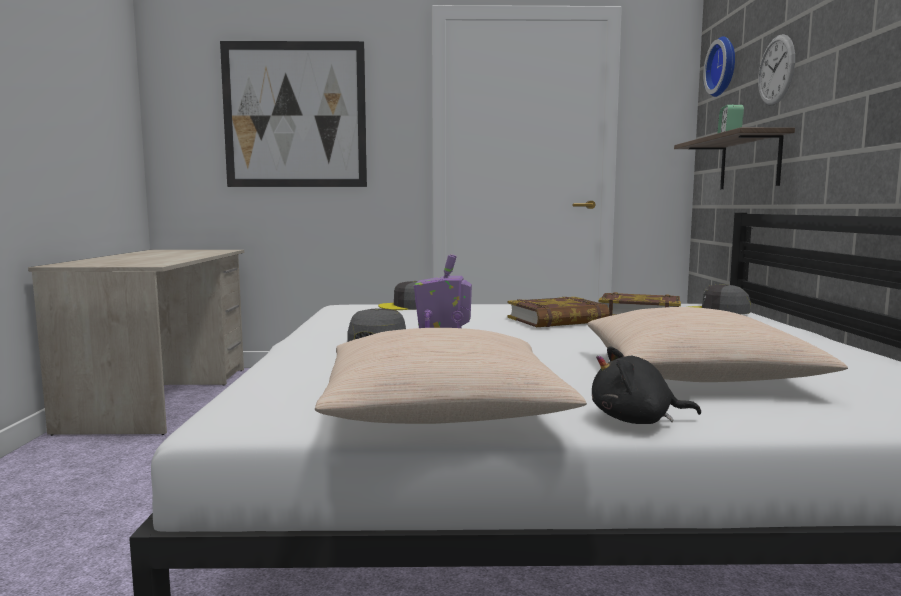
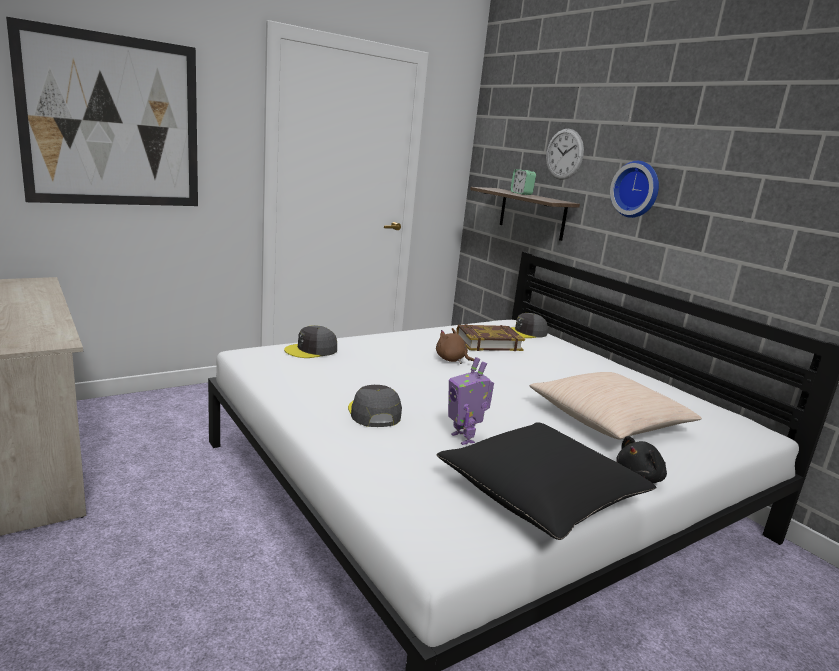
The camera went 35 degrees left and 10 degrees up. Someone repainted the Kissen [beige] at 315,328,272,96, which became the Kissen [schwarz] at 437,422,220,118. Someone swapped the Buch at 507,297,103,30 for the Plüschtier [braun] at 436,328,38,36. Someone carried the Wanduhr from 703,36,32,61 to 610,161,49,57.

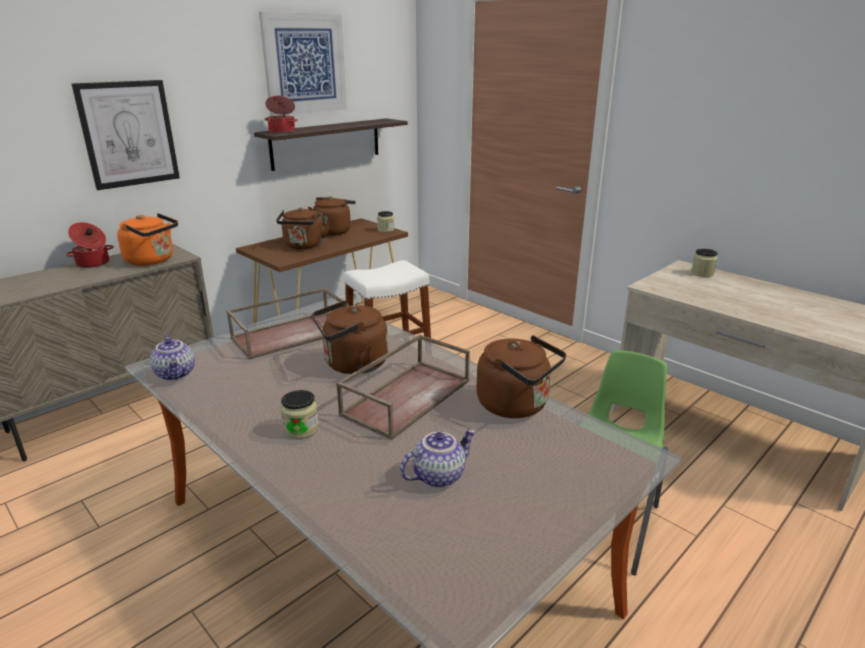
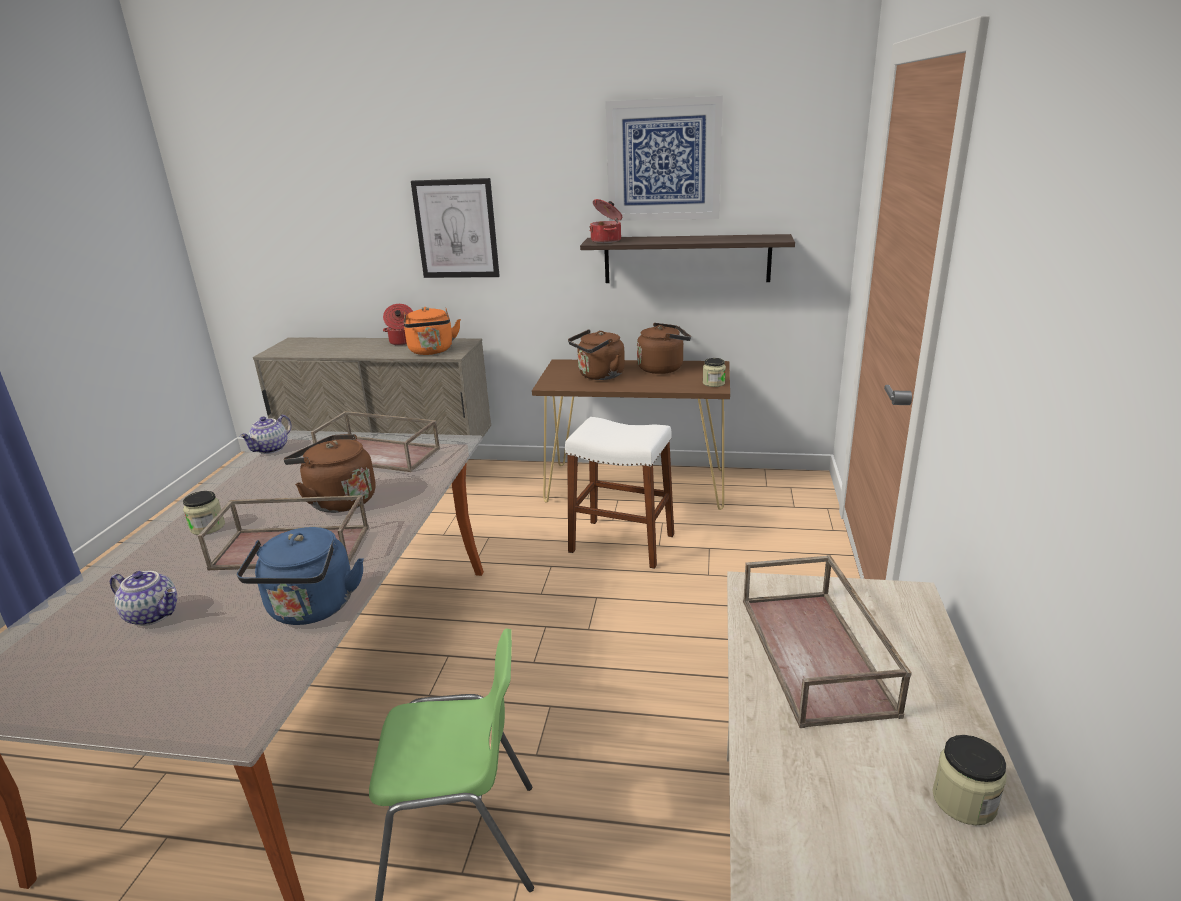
The camera went 55 degrees right and 0 degrees up. Someone repainted the Wasserkessel [braun] at 476,335,90,83, which became the Wasserkessel [blau] at 237,527,127,98. Someone carried the Vorratsglas from 691,248,27,29 to 932,735,75,90. Someone put down the Tablett [braun] at 743,555,169,173.

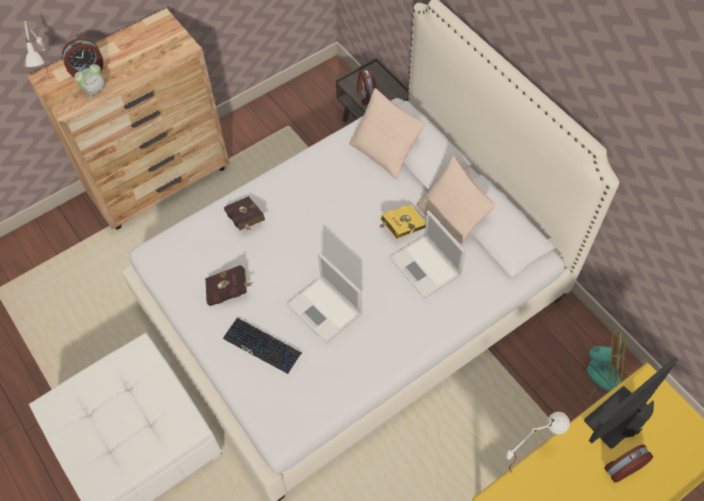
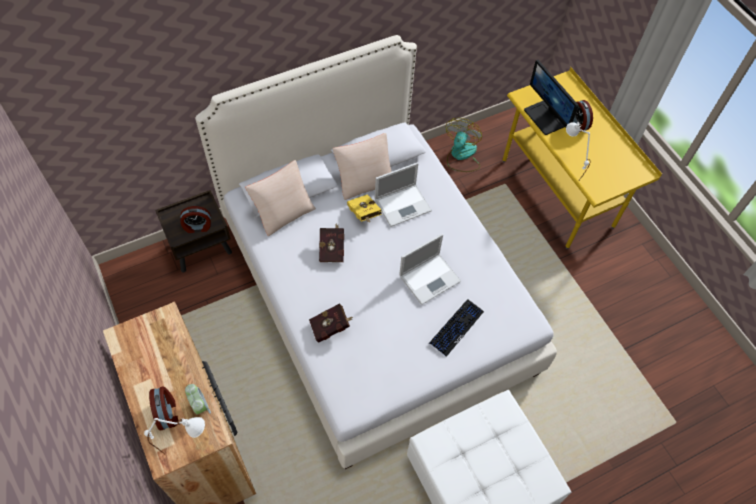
The camera went 85 degrees left and 0 degrees up. Someone carried the Buch [rot] from 205,265,47,41 to 319,224,25,38.

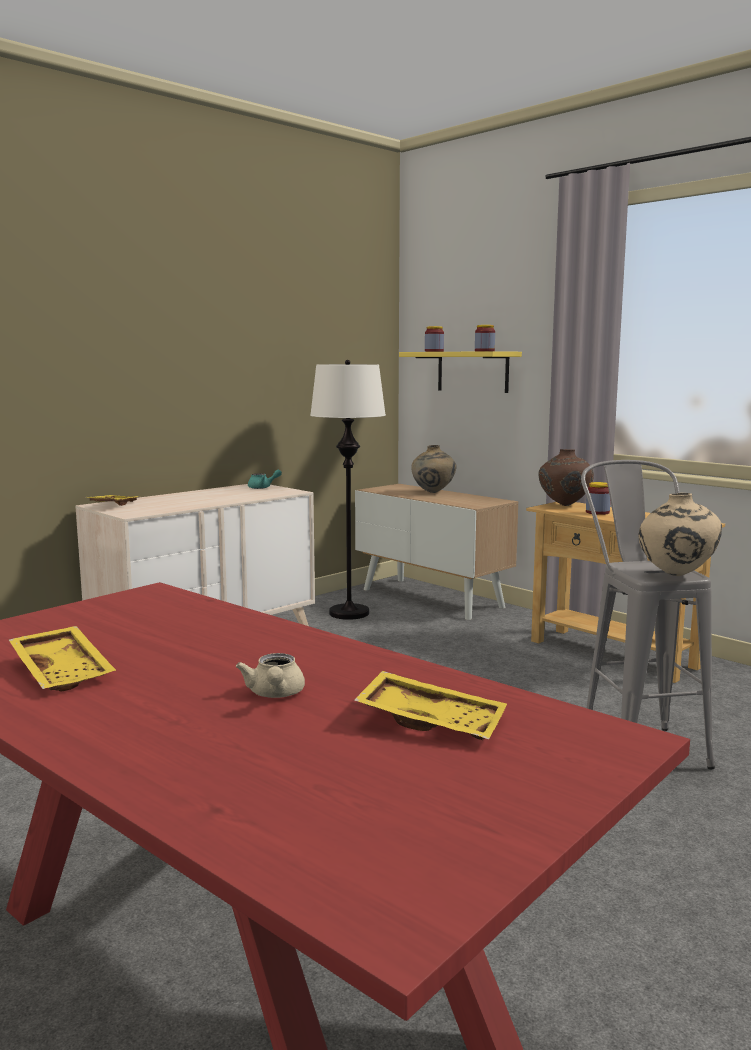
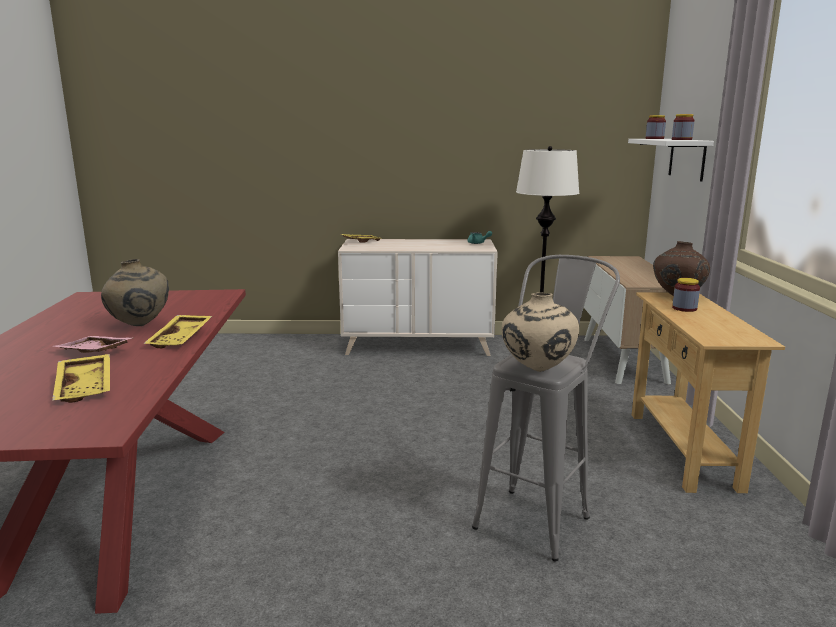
The camera went 45 degrees right and 5 degrees up. Someone carried the Tablett [gelb] from 9,626,107,66 to 143,315,69,33. Someone swapped the Teekanne [beige] at 236,653,69,45 for the Tablett [rosa] at 54,336,78,17. Someone repainted the Wandregal [gelb] at 399,351,123,42, which became the Wandregal [weiß] at 628,139,86,42. Someone carried the Vase [beige] from 411,445,46,48 to 101,259,68,67.

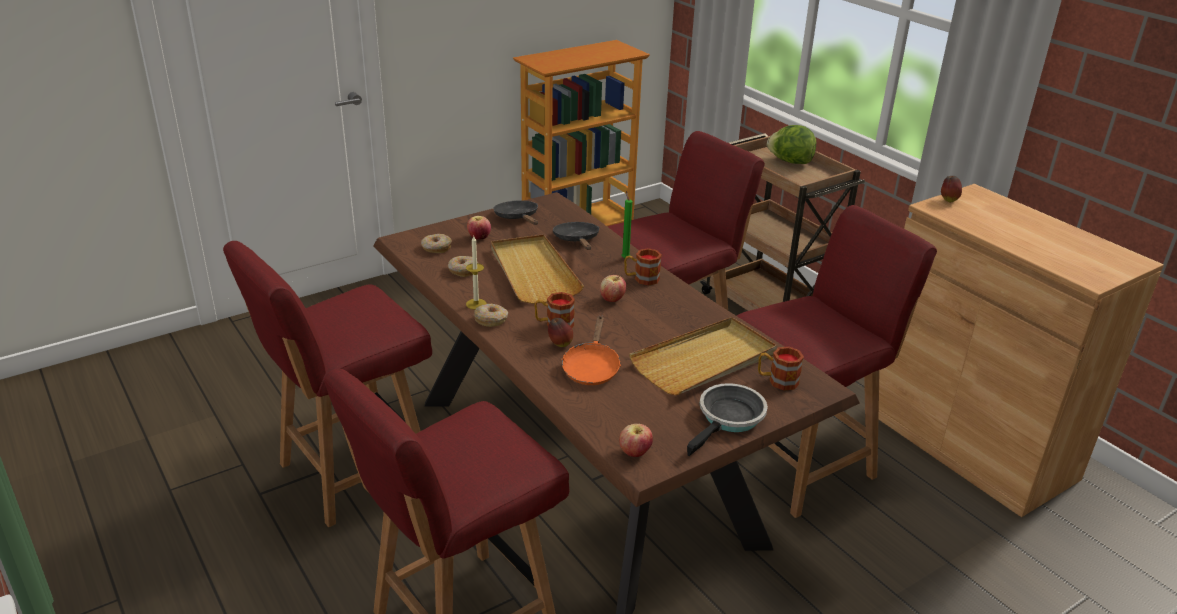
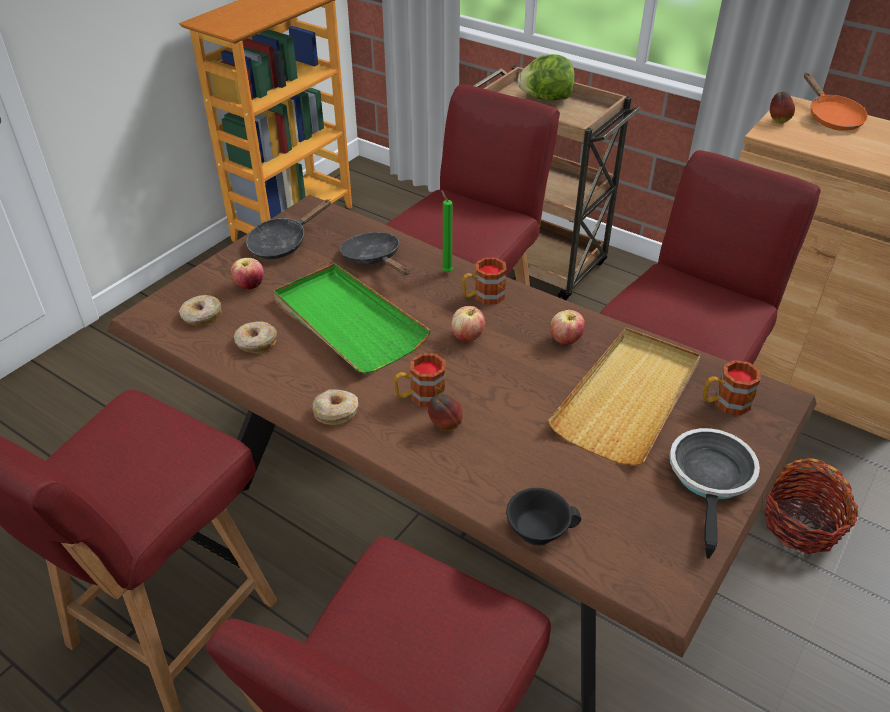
The camera went 20 degrees left and 10 degrees up. Someone took away the Kerze at 466,236,21,74. Someone repainted the Tablett [beige] at 491,234,93,70, which became the Tablett [grün] at 274,263,157,110. Someone rotated the Pfanne [schwarz] at 493,200,45,25 by 90 degrees counterclockwise. Someone carried the Pfanne [orange] from 561,315,60,70 to 804,73,64,58. Someone carried the Apfel from 619,424,34,33 to 550,310,35,35. Someone put down the Tasse [schwarz] at 506,488,75,57. Someone put down the Korb at 764,458,94,96.

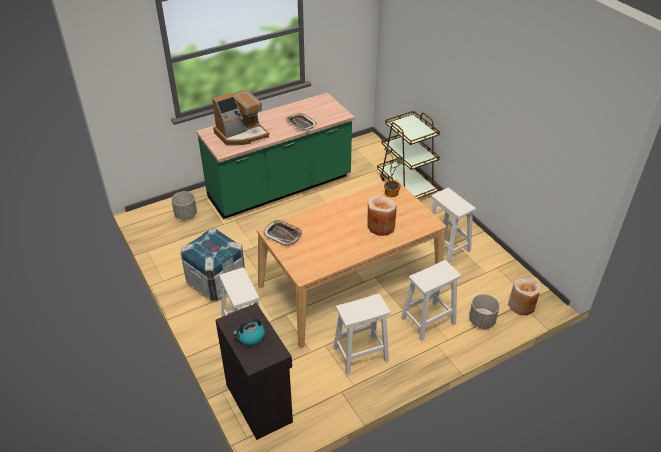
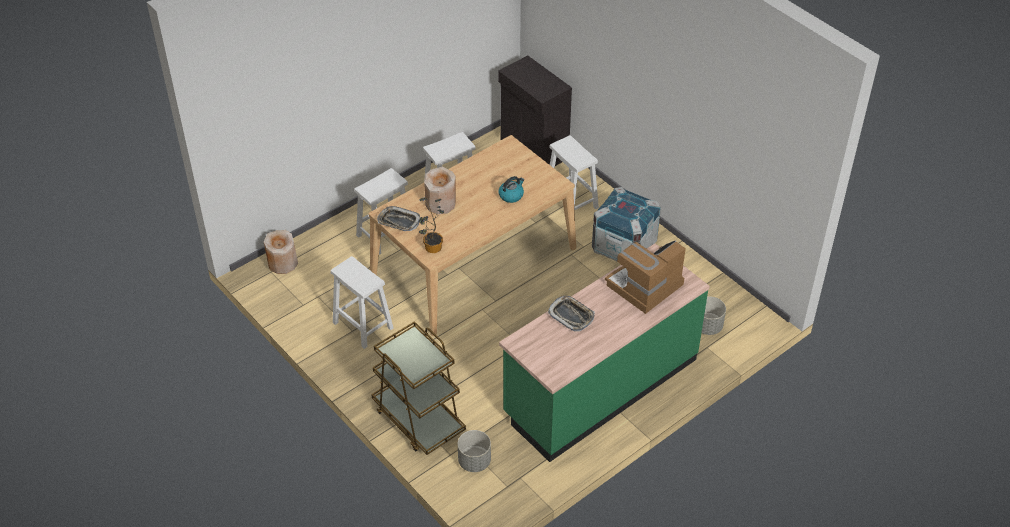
The camera went 170 degrees right and 5 degrees up. Someone carried the Wasserkessel from 233,318,32,28 to 499,176,25,27. Someone carried the Tablett from 263,220,39,26 to 377,206,43,25. Someone carried the Pflanzkübel [grau] from 469,294,31,35 to 458,430,33,42.

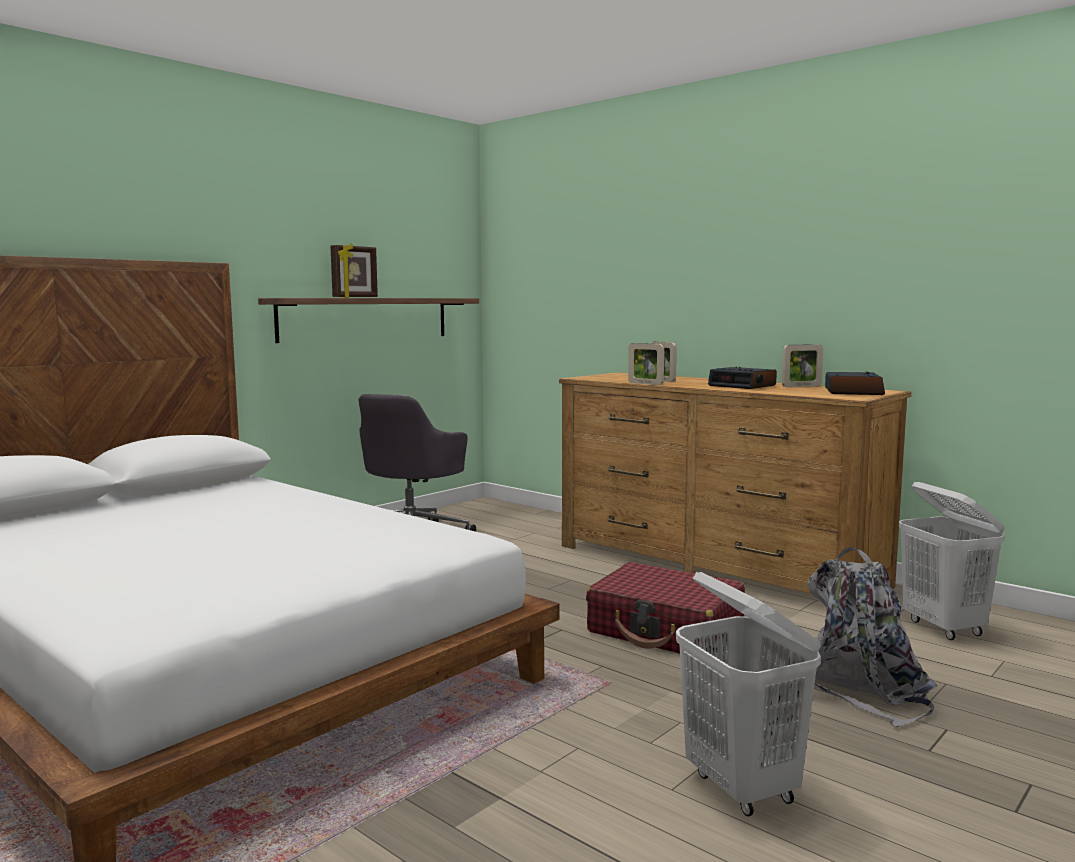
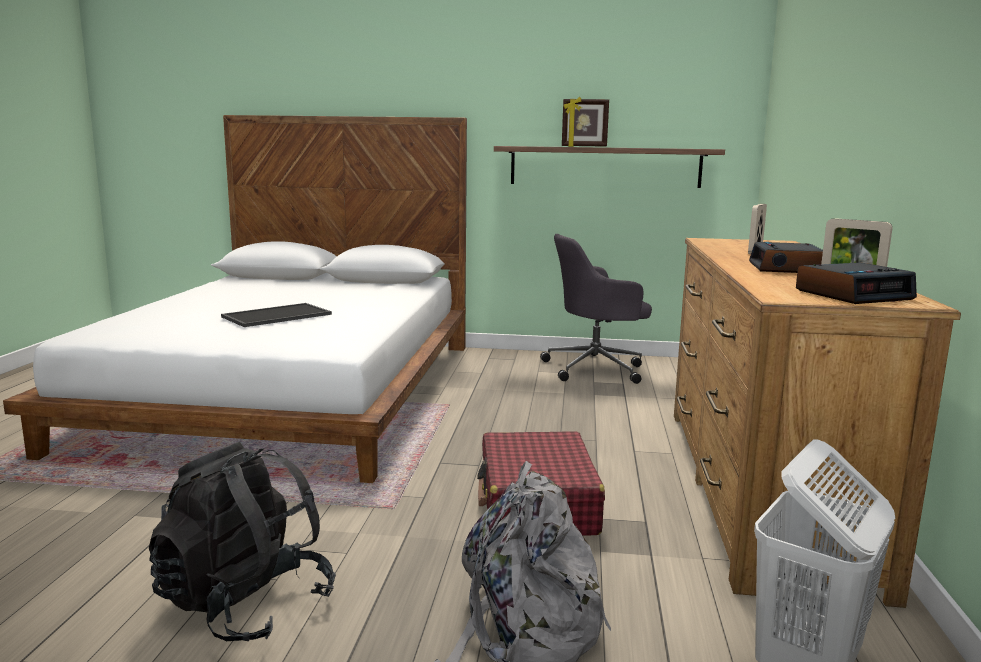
The camera went 55 degrees right and 5 degrees up. Someone took away the Bilderrahmen at 628,343,36,42. Someone swapped the Wäschekorb [weiß] at 676,572,145,244 for the Rucksack [schwarz] at 149,442,187,199. Someone put down the Tablett at 221,303,111,24.

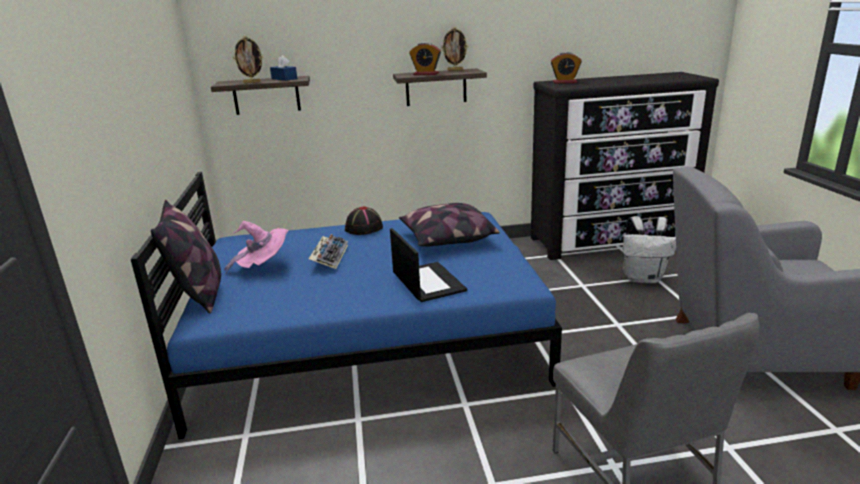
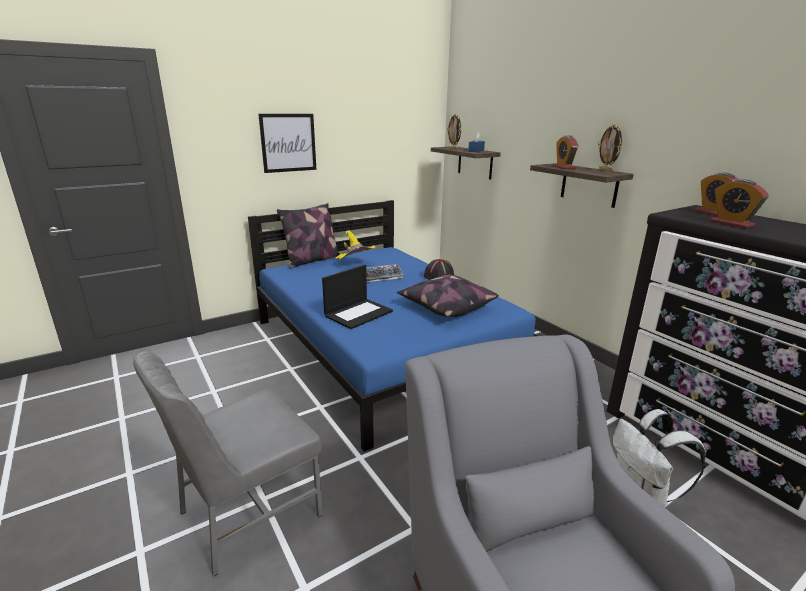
The camera went 65 degrees right and 0 degrees up. Someone repainted the Hut [rosa] at 224,221,65,54, which became the Hut [gelb] at 335,230,41,30. Someone put up the Bild at 258,114,58,59. Someone put down the Wecker at 710,179,59,49.

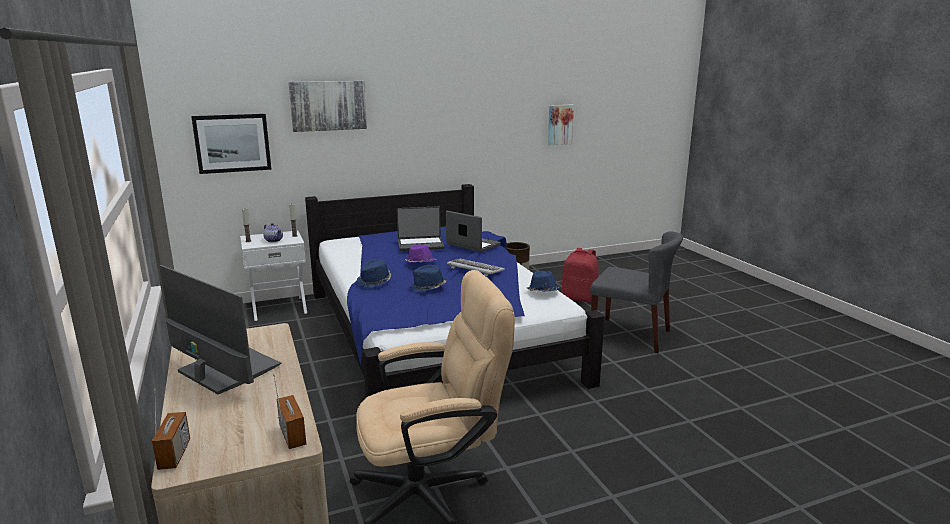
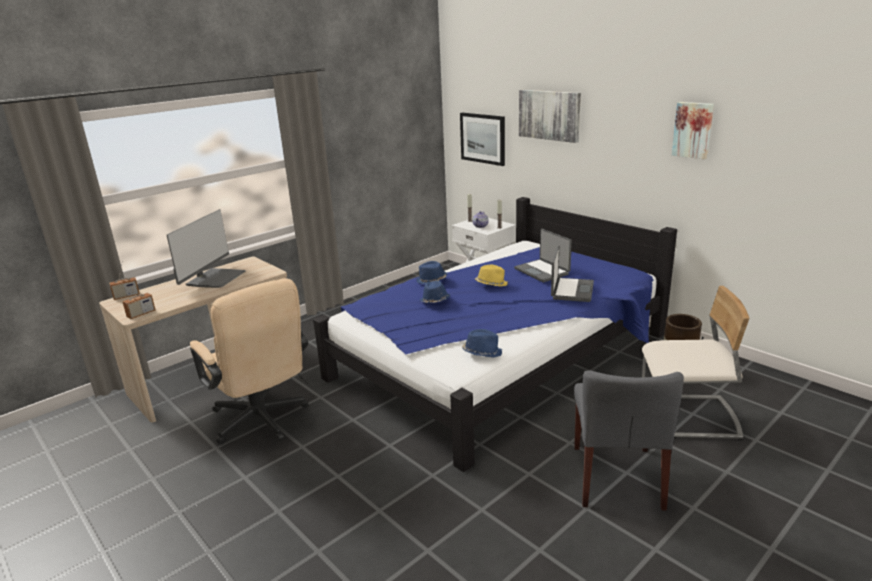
The camera went 70 degrees right and 5 degrees up. Someone repainted the Hut [lila] at 405,244,32,18, which became the Hut [gelb] at 475,265,33,21. Someone took away the Tastatur at 447,258,58,18. Someone carried the Bild from 548,105,26,40 to 672,102,42,57. Someone swapped the Rucksack [rot] at 562,248,36,55 for the Stuhl [beige] at 642,286,107,154.

